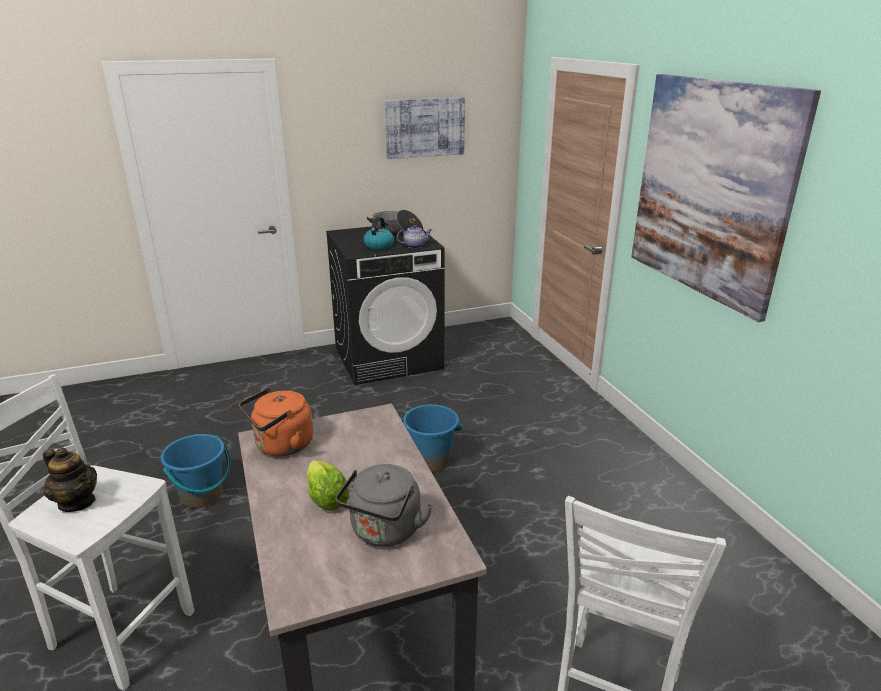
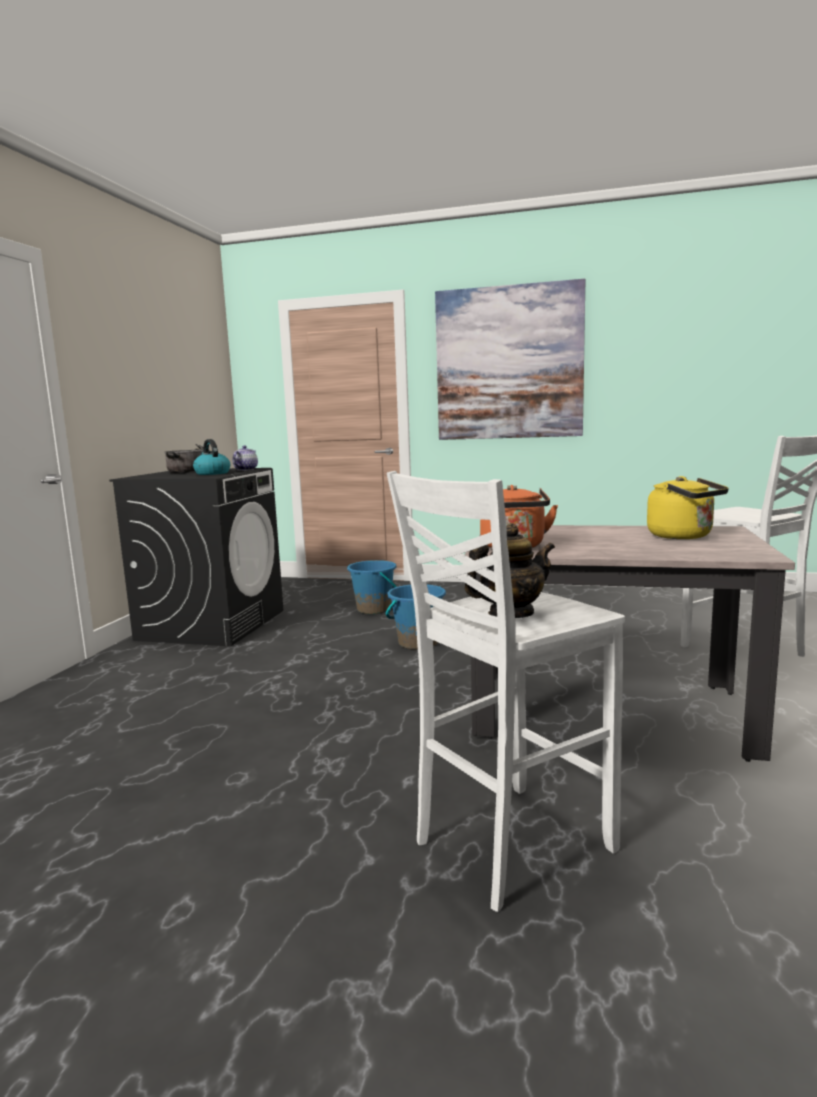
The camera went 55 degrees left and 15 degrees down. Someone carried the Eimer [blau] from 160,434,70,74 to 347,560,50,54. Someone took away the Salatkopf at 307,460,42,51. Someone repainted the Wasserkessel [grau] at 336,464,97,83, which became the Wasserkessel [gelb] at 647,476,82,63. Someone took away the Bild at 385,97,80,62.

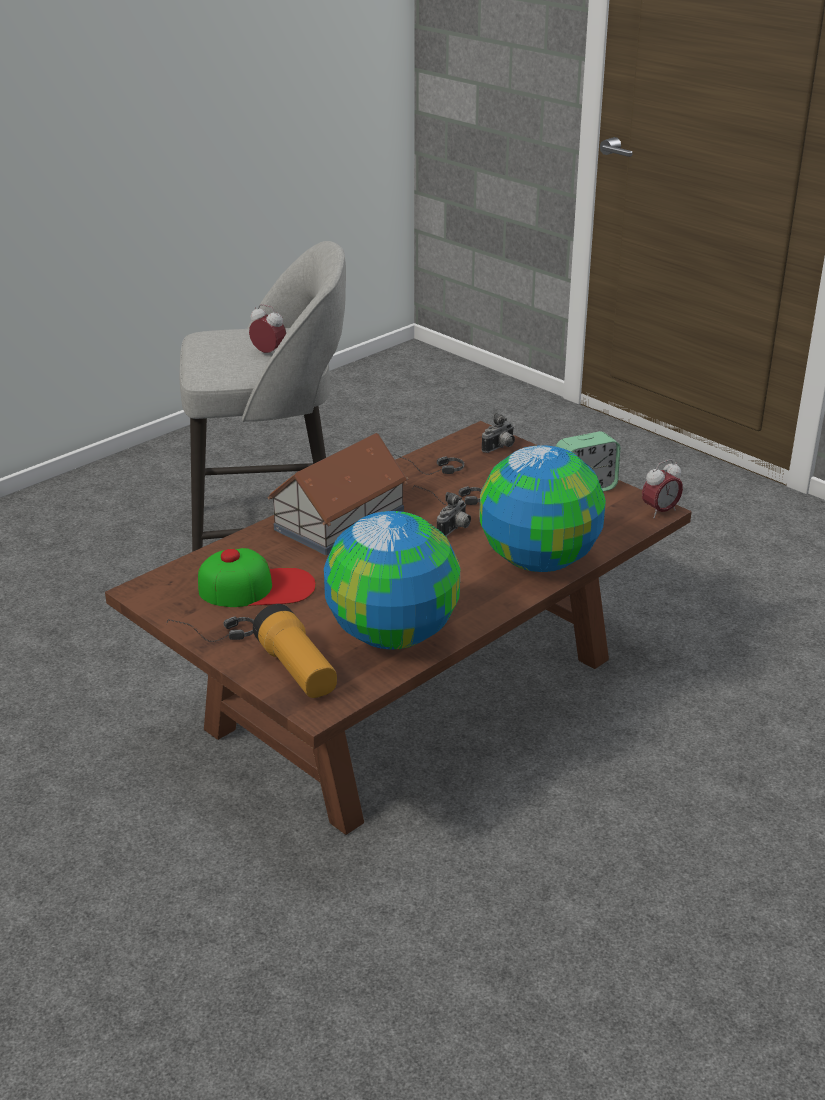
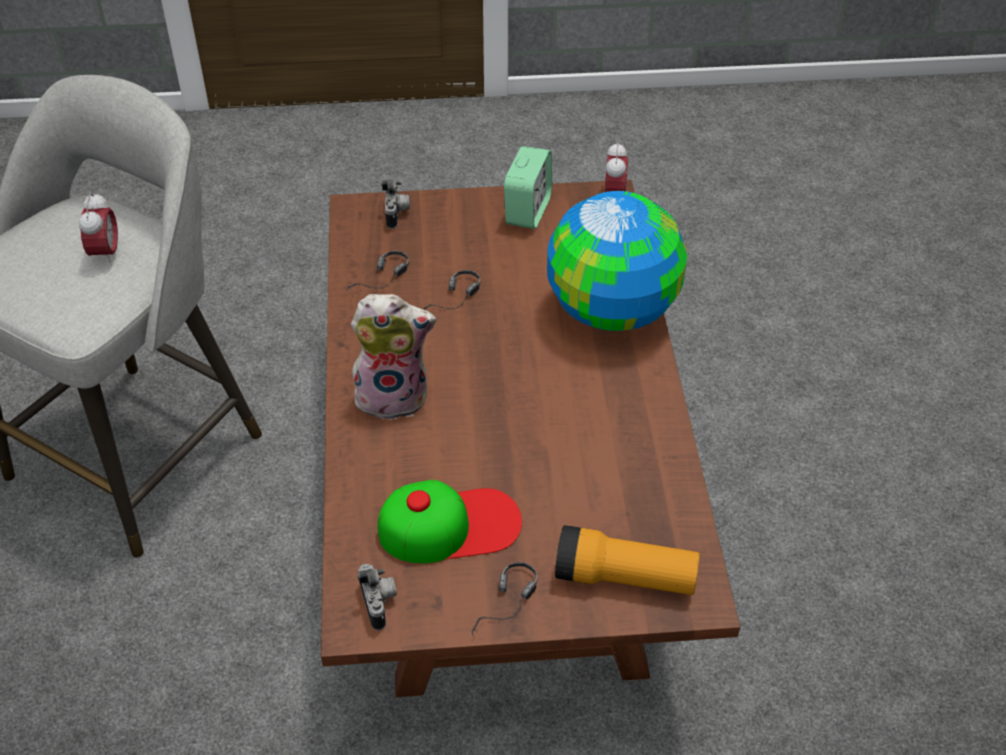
The camera went 50 degrees left and 15 degrees up. Someone rotated the Kappe at 198,548,118,59 by 45 degrees clockwise. Someone rotated the Wecker at 249,304,37,49 by 105 degrees clockwise. Someone swapped the Spielzeughaus at 267,433,141,122 for the Plüschtier at 351,294,85,126. Someone took away the Globus at 324,511,136,138. Someone carried the Kamera from 437,492,34,44 to 357,564,40,66.

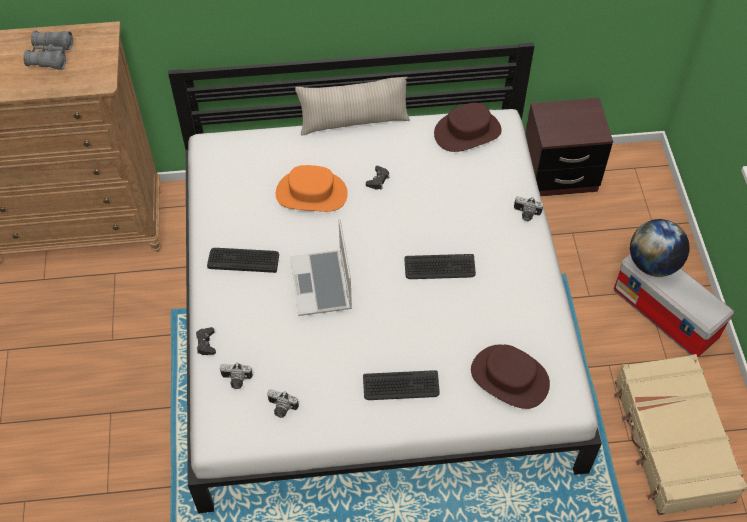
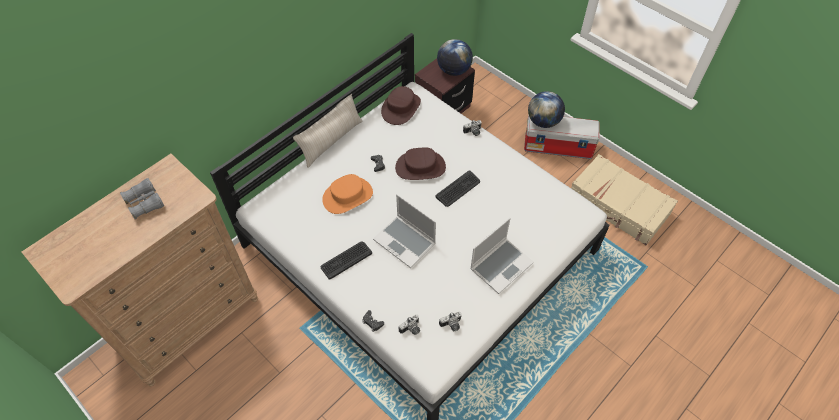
The camera went 40 degrees left and 0 degrees up. Someone swapped the Tastatur at 363,370,77,30 for the Laptop at 470,218,64,76. Someone carried the Hut [braun] from 471,345,79,64 to 395,148,51,32. Someone put down the Globus at 437,39,36,37.

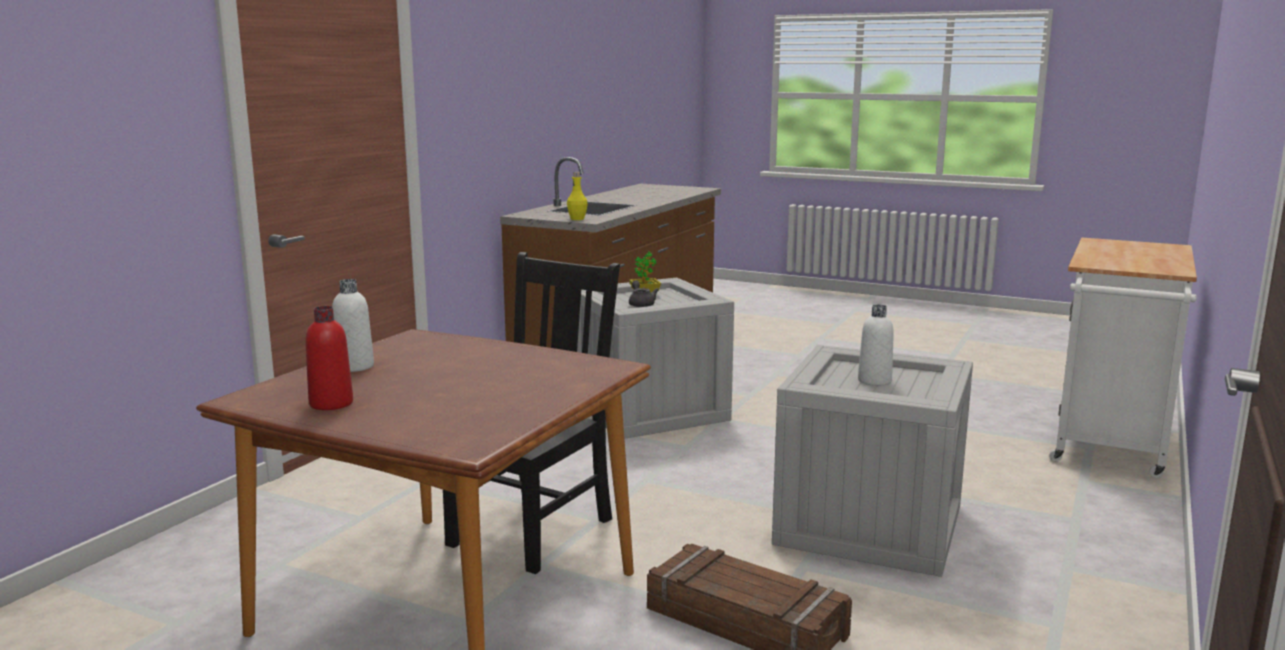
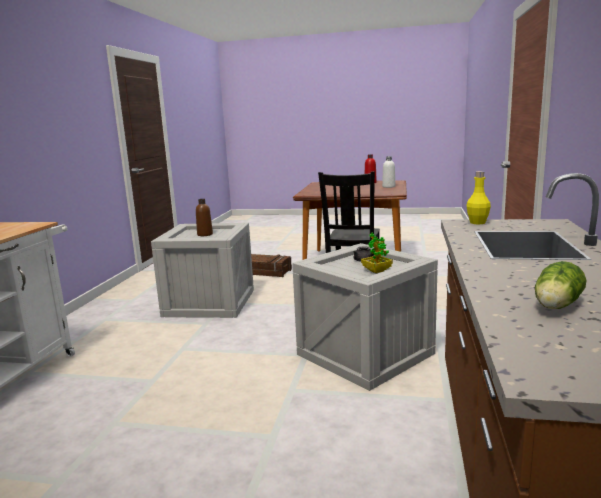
The camera went 165 degrees right and 0 degrees up. Someone repainted the Flasche [weiß] at 858,305,36,81, which became the Flasche [braun] at 196,199,17,37. Someone put down the Salatkopf at 535,261,52,48.

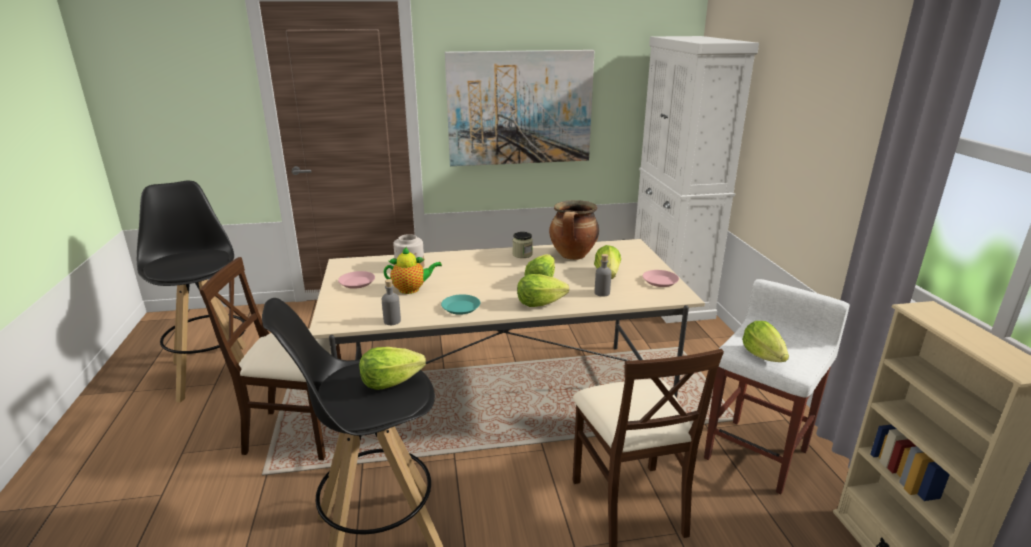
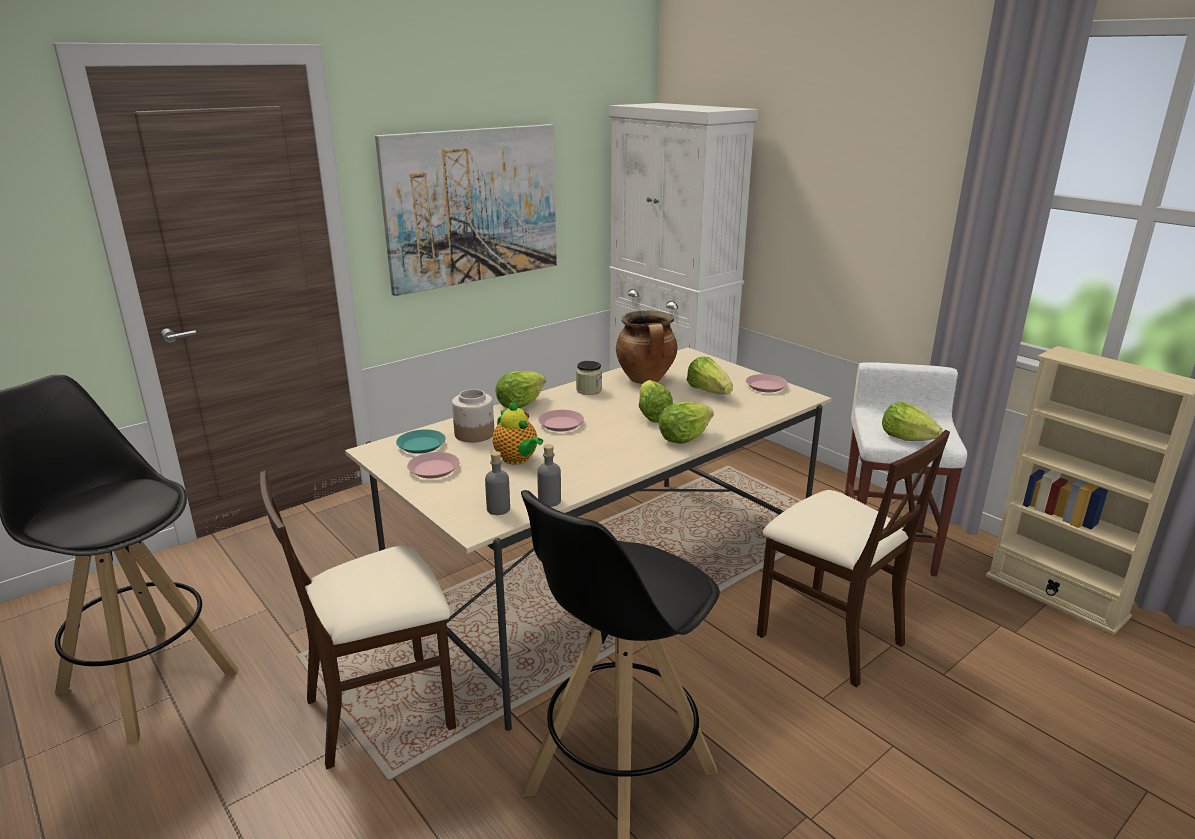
The camera went 30 degrees left and 0 degrees up. Someone carried the Salatkopf from 359,347,67,43 to 495,371,51,37. Someone rotated the Teekanne at 384,247,58,47 by 90 degrees clockwise. Someone carried the Teller [türkis] from 441,294,39,21 to 396,429,50,25. Someone carried the Flasche [grau] from 595,254,17,43 to 485,451,25,64. Someone put down the Teller [rosa] at 538,410,46,22.

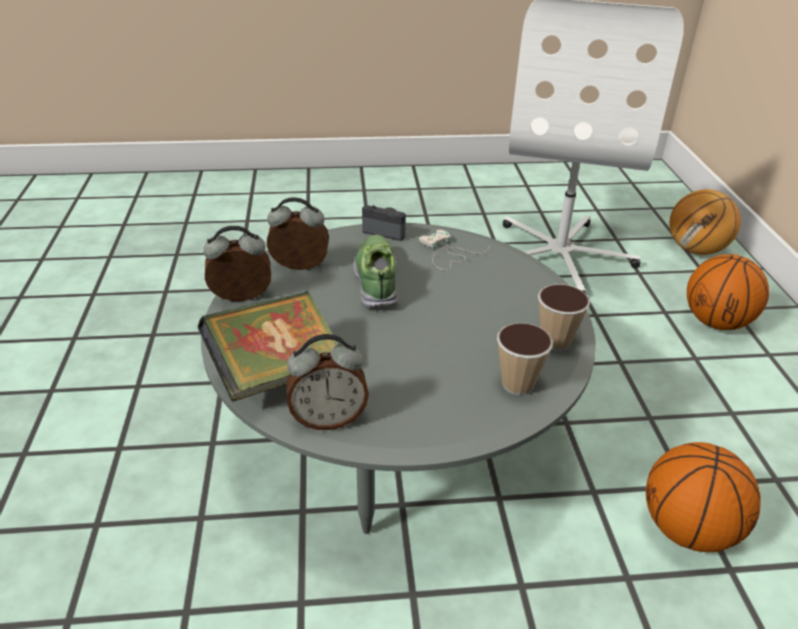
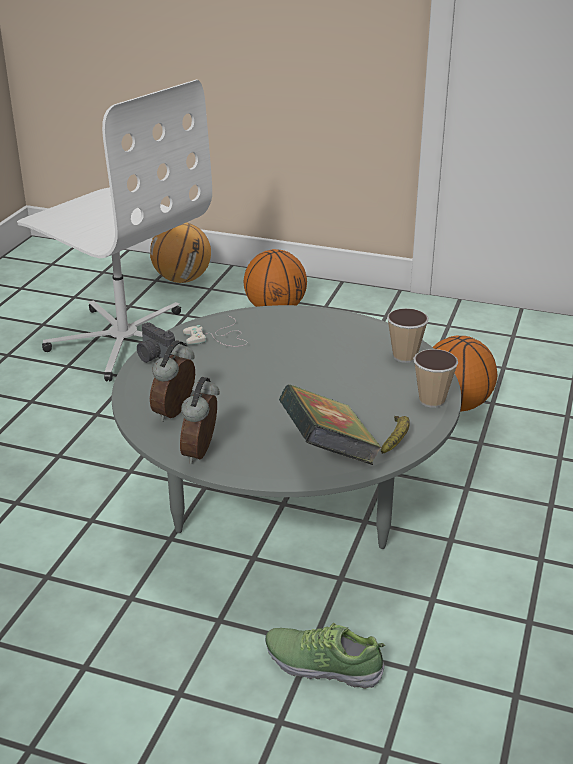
The camera went 65 degrees left and 5 degrees down. Someone swapped the Wecker at 286,334,83,96 for the Banane at 381,416,29,38. Someone carried the Schuh from 353,235,46,73 to 265,623,120,66. Someone rotated the Kamera at 362,205,44,36 by 90 degrees counterclockwise. Someone carried the Tasse from 538,284,52,67 to 413,349,45,59.

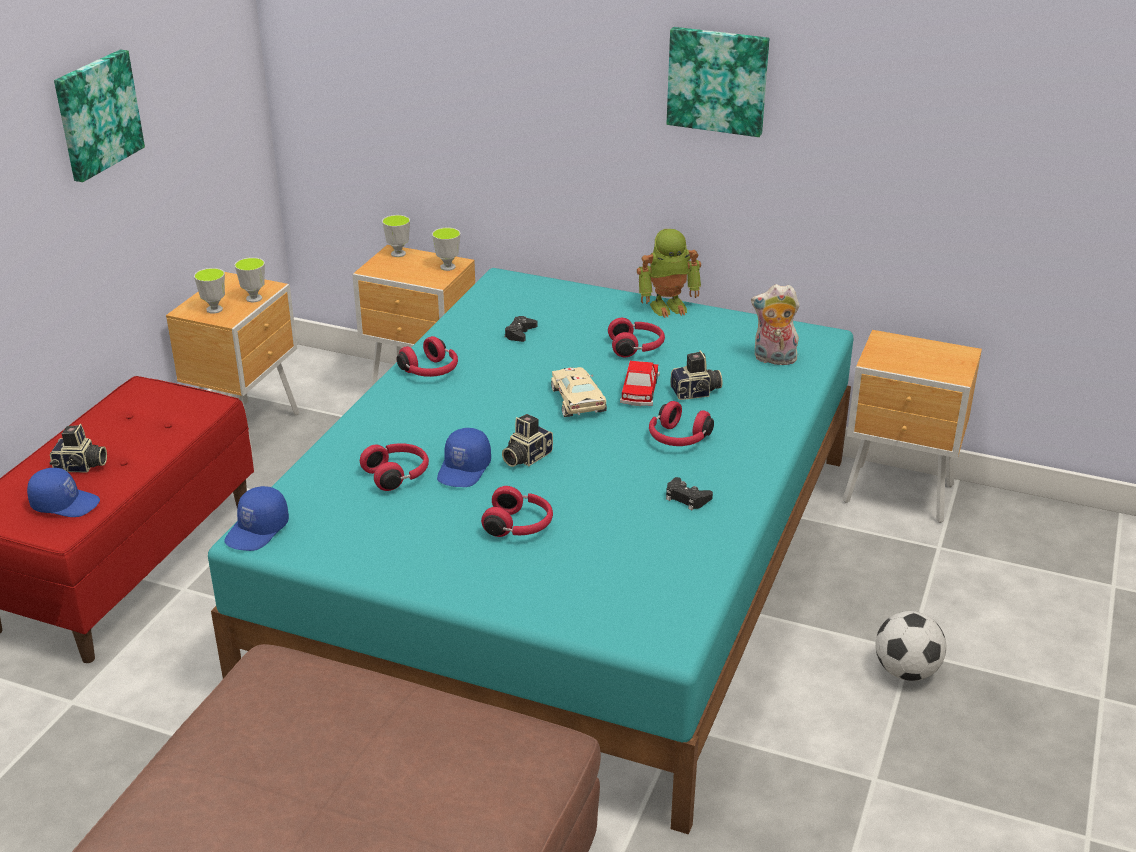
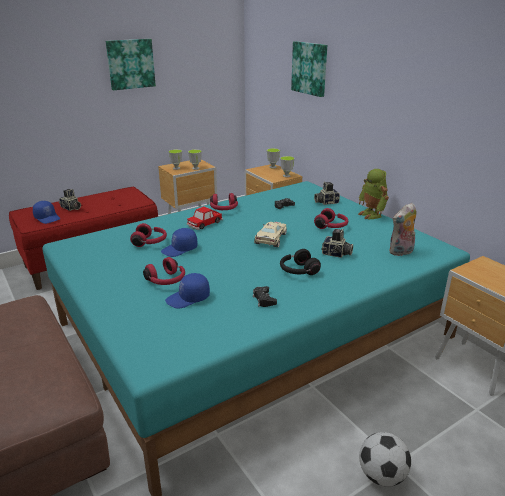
The camera went 35 degrees right and 5 degrees down. Someone carried the Kappe [blau] from 224,486,65,65 to 165,273,45,36. Someone carried the Kamera from 502,414,51,53 to 314,182,26,23. Someone carried the Spielzeugauto from 620,361,40,45 to 187,206,36,24. Someone rotated the Spielzeugroboter at 637,229,64,89 by 45 degrees clockwise. Someone repainted the Kopfhörer [rot] at 649,401,65,45, which became the Kopfhörer [schwarz] at 280,249,41,26. Someone carried the Bild from 667,27,102,110 to 291,41,36,56. Someone rotated the Plüschtier at 751,284,49,81 by 75 degrees counterclockwise.

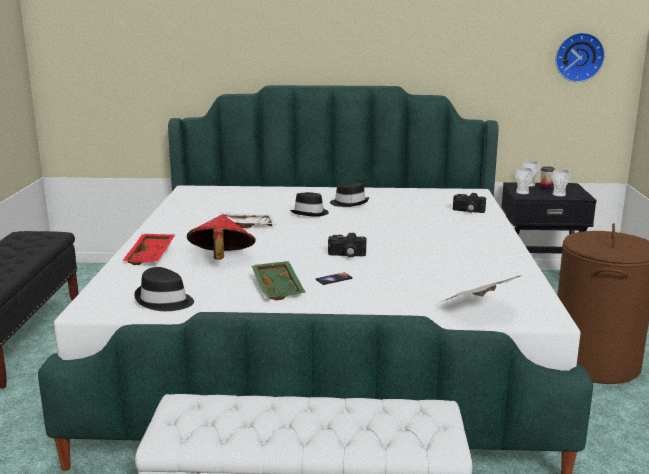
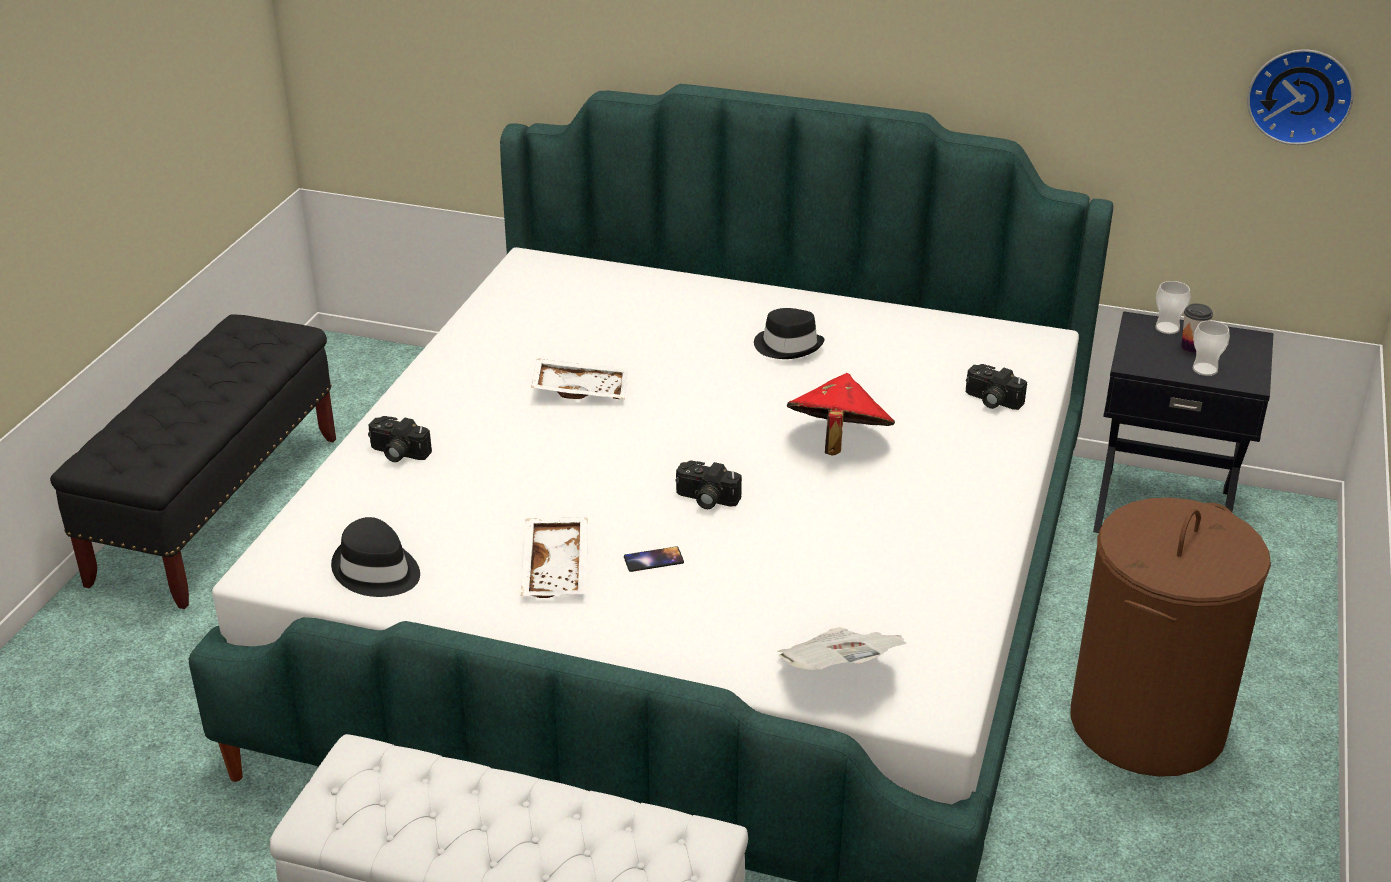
The camera went 15 degrees right and 15 degrees up. Someone swapped the Tablett [rot] at 122,234,53,31 for the Kamera at 368,416,64,46. Someone carried the Hut [rot] from 187,214,69,46 to 787,373,108,83. Someone repainted the Tablett [grün] at 251,261,54,39, which became the Tablett [weiß] at 521,517,67,81. Someone took away the Hut [schwarz] at 290,192,39,25. Someone took away the Tasse at 515,167,18,27.

